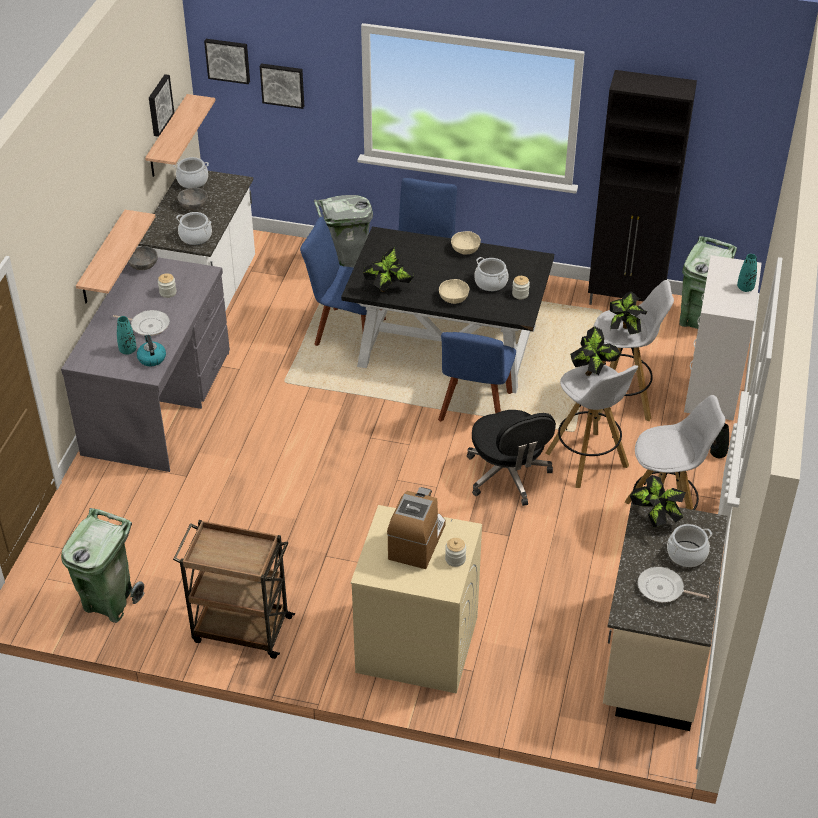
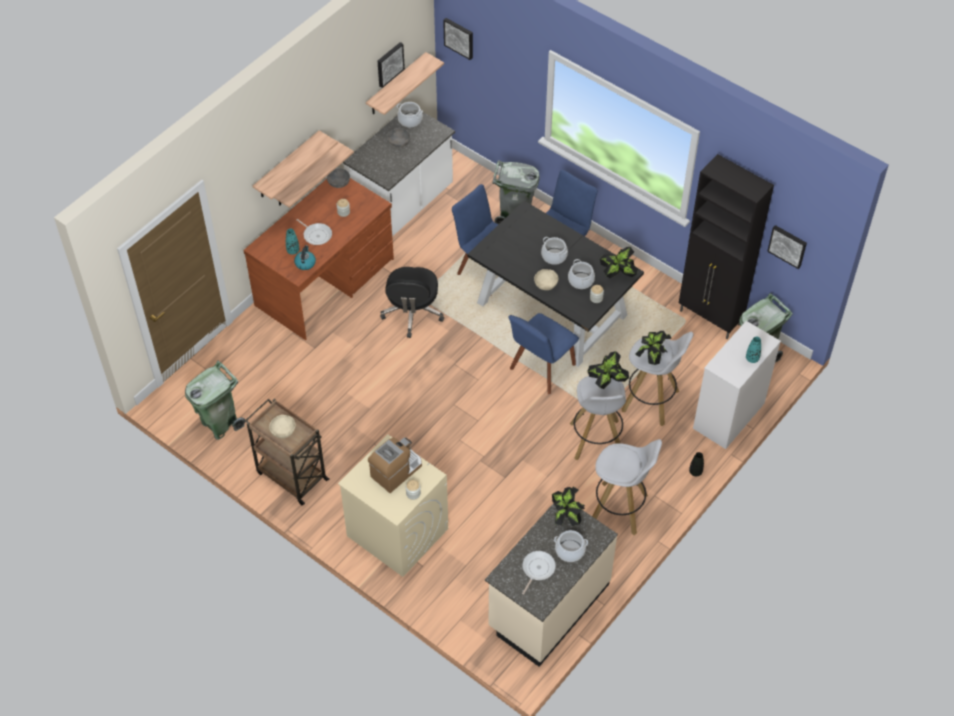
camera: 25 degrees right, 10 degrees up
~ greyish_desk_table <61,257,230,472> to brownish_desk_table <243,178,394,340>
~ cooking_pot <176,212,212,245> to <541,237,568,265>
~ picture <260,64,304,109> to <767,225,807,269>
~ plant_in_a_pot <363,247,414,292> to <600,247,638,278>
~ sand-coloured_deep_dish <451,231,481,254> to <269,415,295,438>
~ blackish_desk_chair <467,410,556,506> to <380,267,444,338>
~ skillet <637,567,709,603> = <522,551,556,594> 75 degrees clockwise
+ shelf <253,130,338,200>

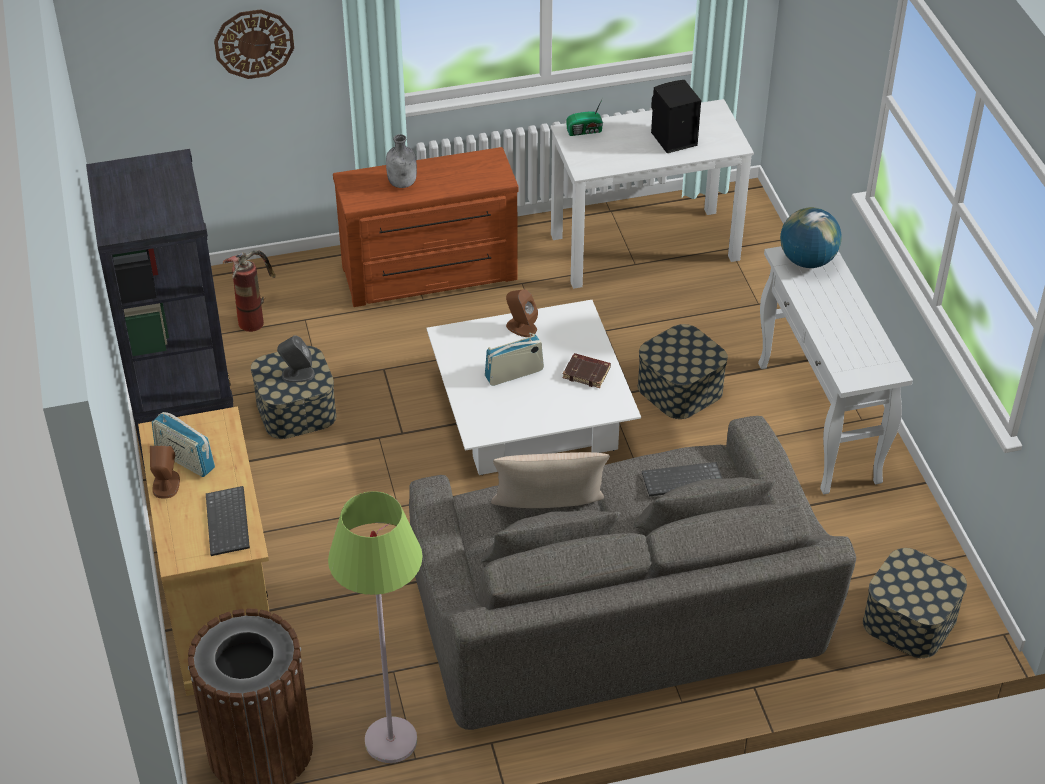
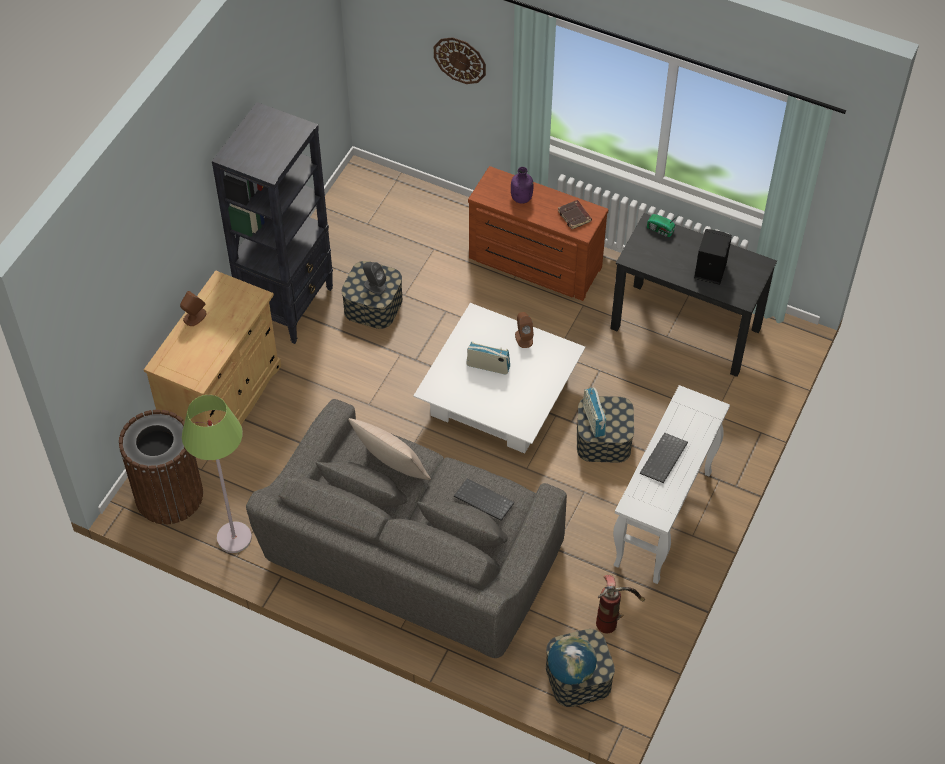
camera: 40 degrees right, 10 degrees up
~ radio_set <152,412,215,477> to <583,387,606,437>
~ PC_keyboard <206,486,250,556> to <640,433,688,483>
~ fire_extinguisher <222,250,276,332> to <596,575,645,634>
~ greyish_beverage_bottle <386,134,417,188> to purple_beverage_bottle <511,167,533,204>
~ whitish_desk_table <550,99,754,289> to blackish_desk_table <610,213,777,377>
~ brownish_bound_book <563,353,611,388> to <558,200,592,230>
~ desk_globe <780,207,842,268> to <548,635,597,685>

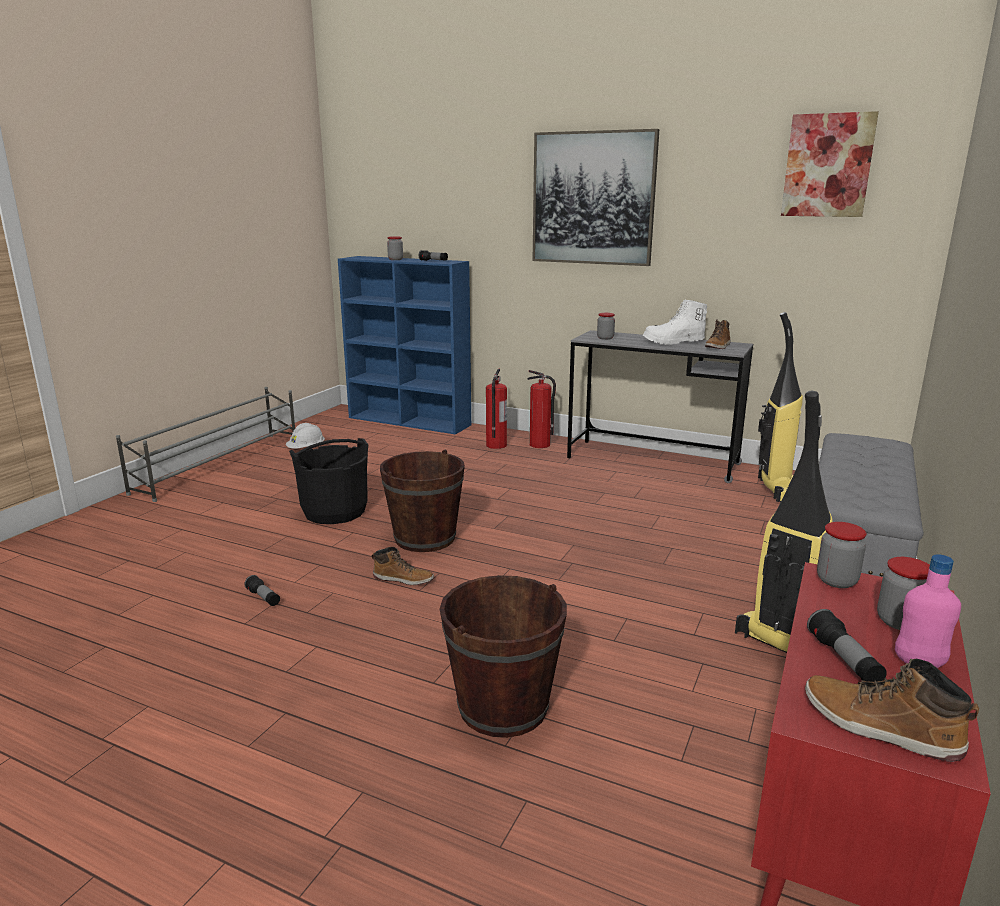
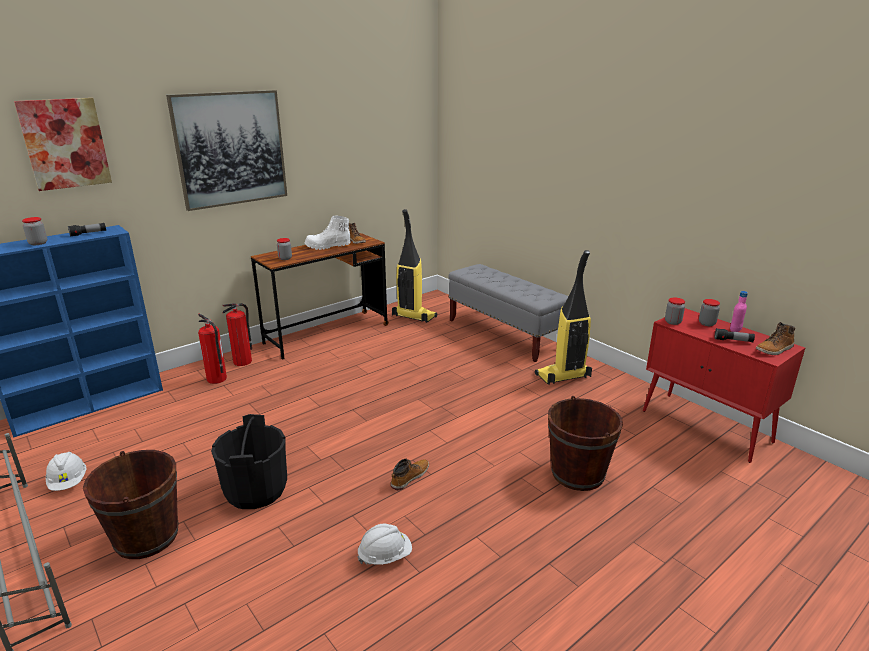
camera: 65 degrees left, 5 degrees up
~ flashlight <244,575,280,606> to whitish_hard_hat <357,523,412,565>
~ brownish_water_bucket <380,450,465,552> to <83,450,178,559>
~ greyish_desk_table <567,330,753,483> to brownish_desk_table <251,233,389,360>
~ whitish_boot <643,300,707,345> = <304,216,351,250> 60 degrees clockwise
~ picture <781,111,879,217> to <14,98,112,191>

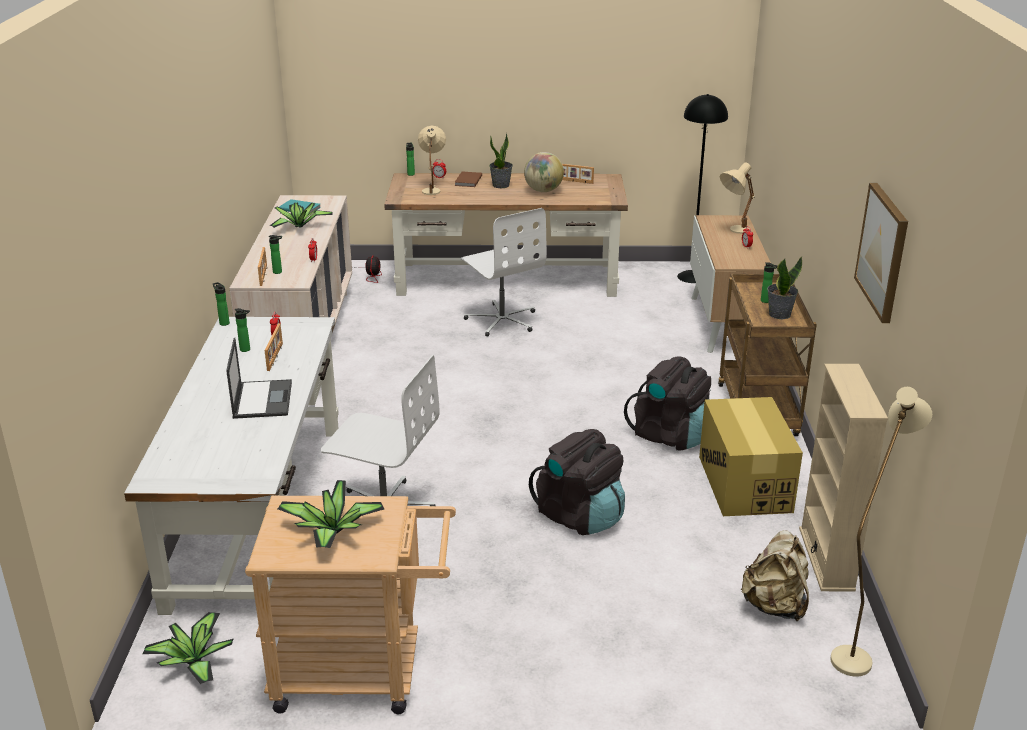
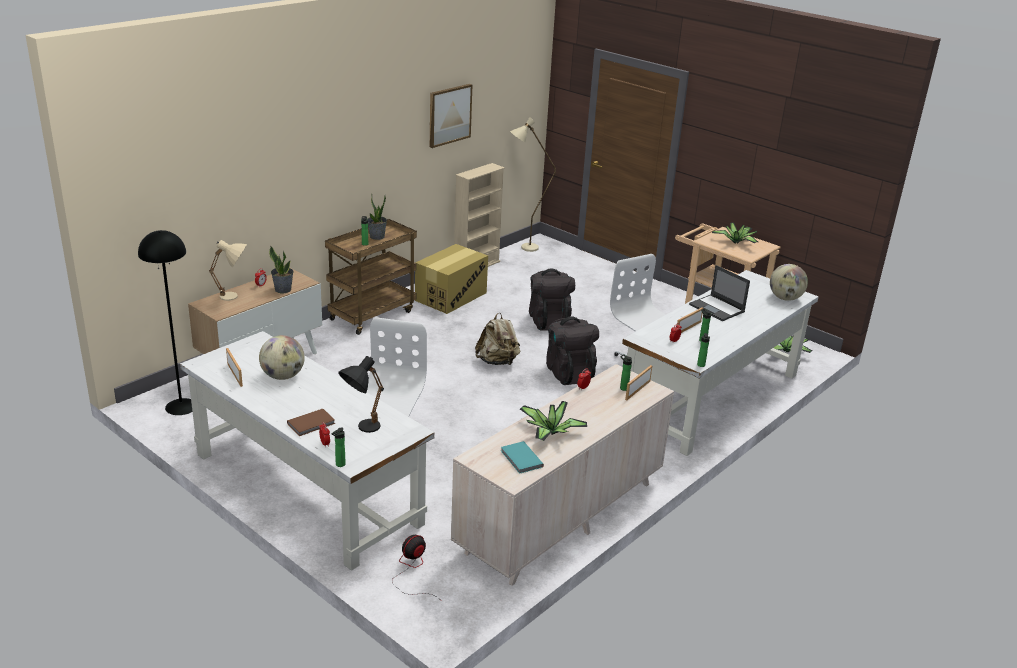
camera: 140 degrees left, 0 degrees up
~ laptop <226,338,292,419> = <689,265,750,321> 75 degrees counterclockwise
~ brownish_desk_table <384,173,628,297> to whitish_desk_table <180,331,435,571>
~ sand-coloured_tabletop_lamp <418,126,446,195> to blackish_tabletop_lamp <338,356,384,433>
~ plant_in_a_pot <489,133,513,188> to <269,245,294,293>
~ blackish_backpack <624,356,711,451> to <546,316,599,385>
~ sand-coloured_backpack <741,530,809,621> to <475,313,520,365>
+ desk_globe <770,264,808,301>

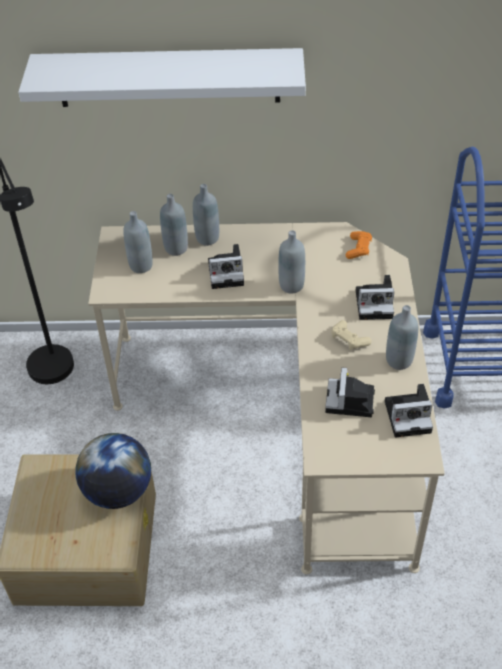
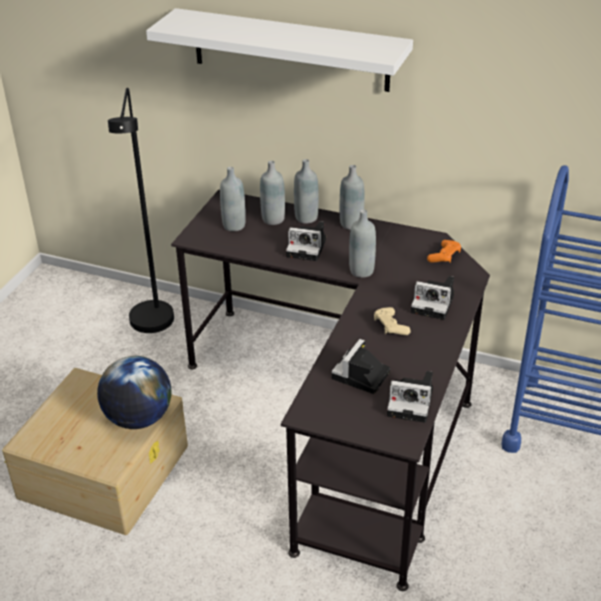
camera: 20 degrees right, 10 degrees down
~ sand-coloured_desk_table <88,222,445,574> to blackish_desk_table <171,190,490,591>
~ greyish_beverage_bottle <386,305,418,370> to <340,165,365,230>

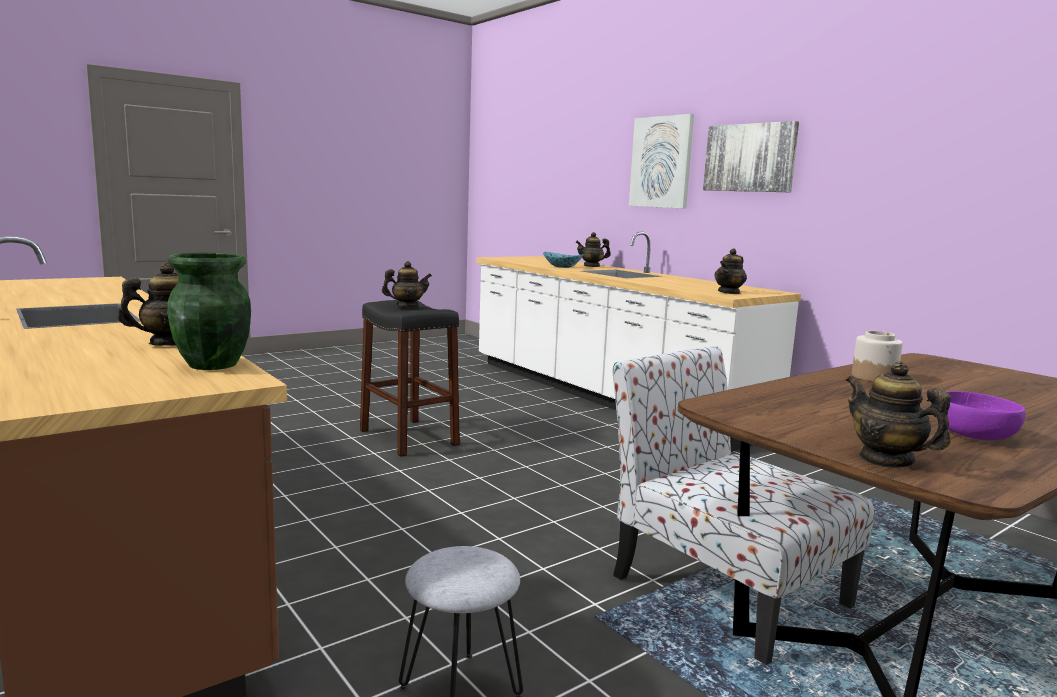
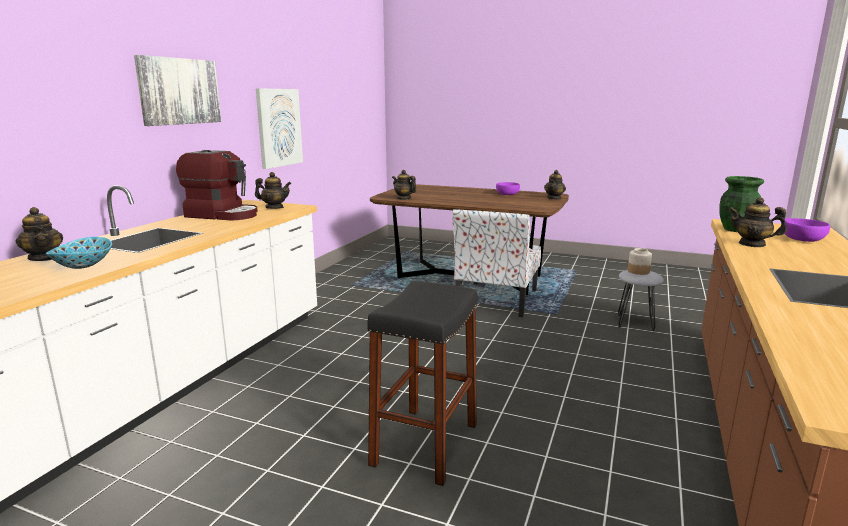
camera: 120 degrees left, 5 degrees up
~ teapot <382,261,432,307> to <392,170,416,200>
~ picture <629,114,694,209> to <256,88,303,169>
~ preserve_jar <852,331,903,382> to <628,248,652,275>
+ coffee_maker <176,150,258,221>
+ purple_deep_dish <785,218,830,242>

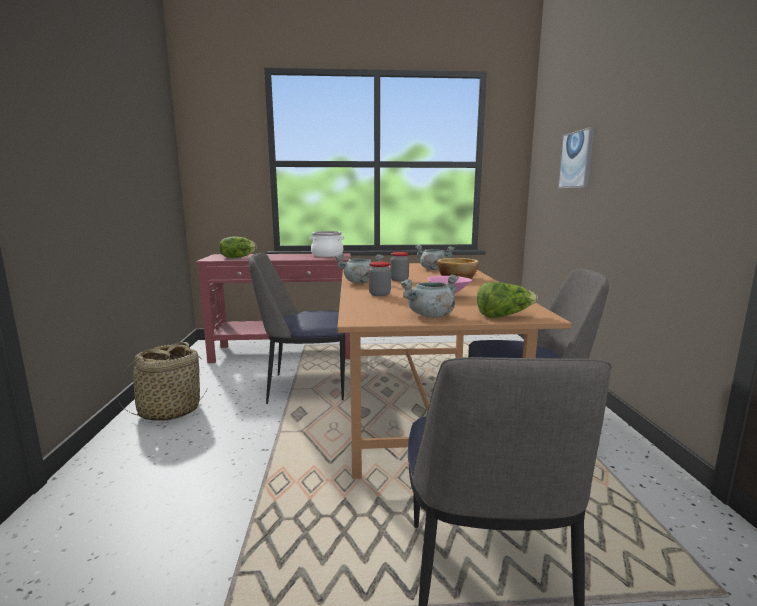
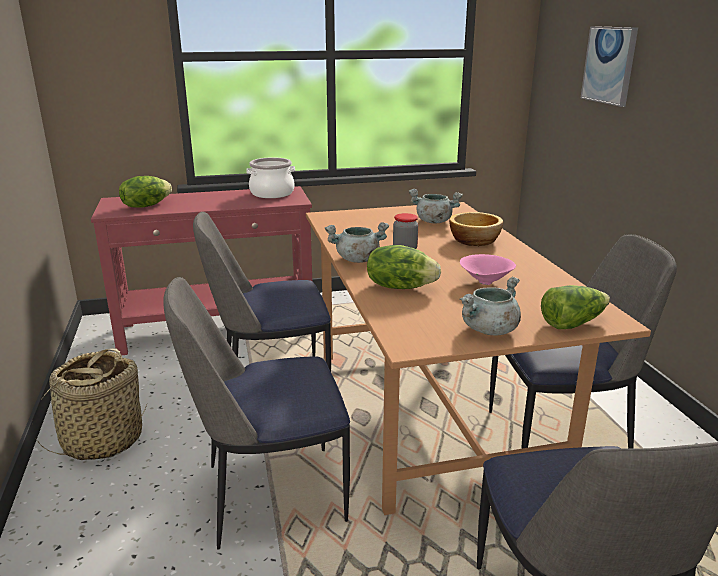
camera: 10 degrees left, 10 degrees up
~ preserve_jar <369,261,391,296> to lettuce_head <367,245,441,289>
+ chair <163,277,350,549>

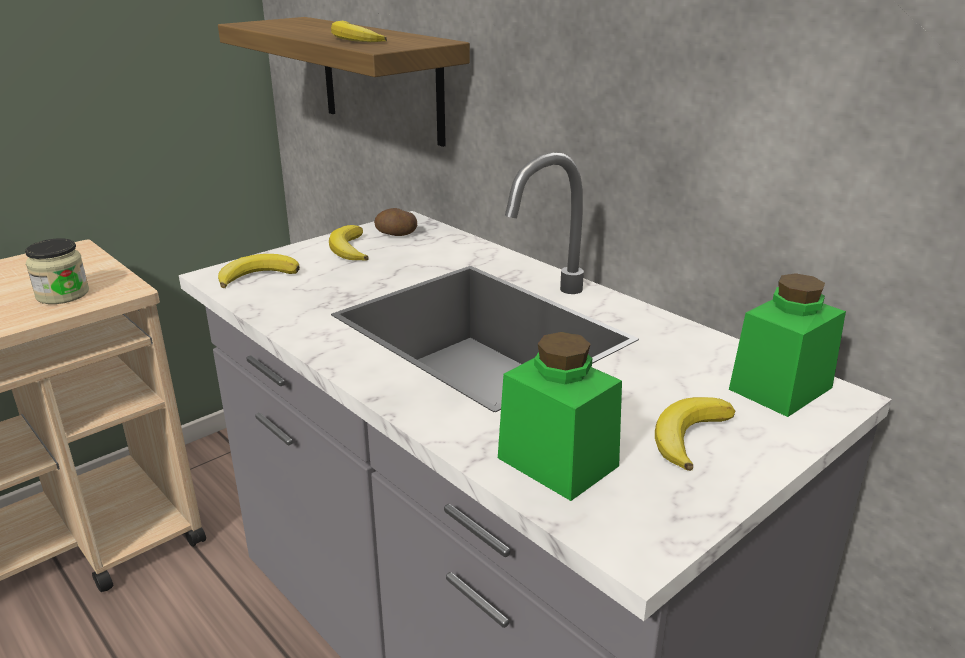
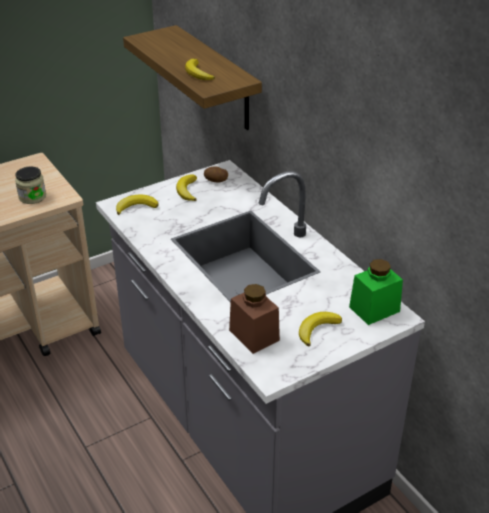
camera: 10 degrees right, 10 degrees up
~ green_preserve_jar <498,332,622,501> to brownish_preserve_jar <229,284,280,354>

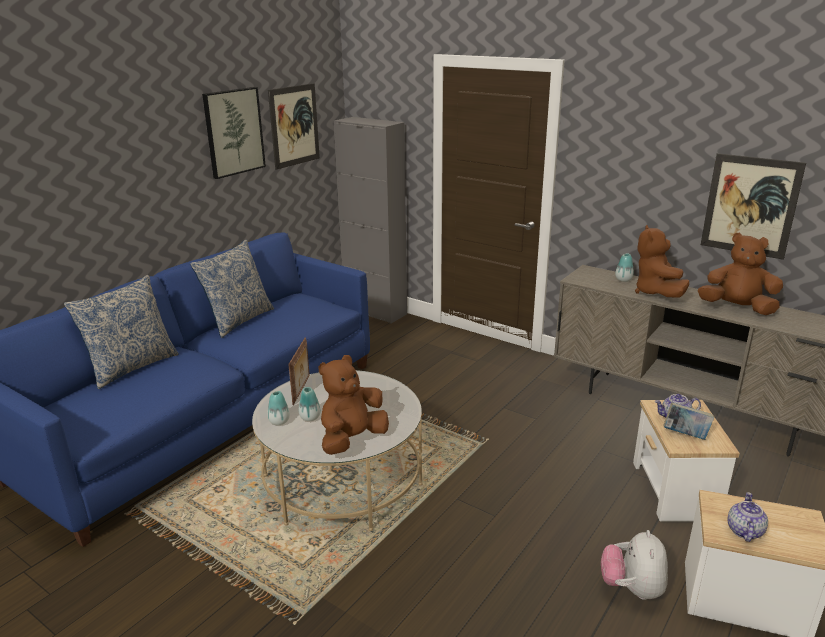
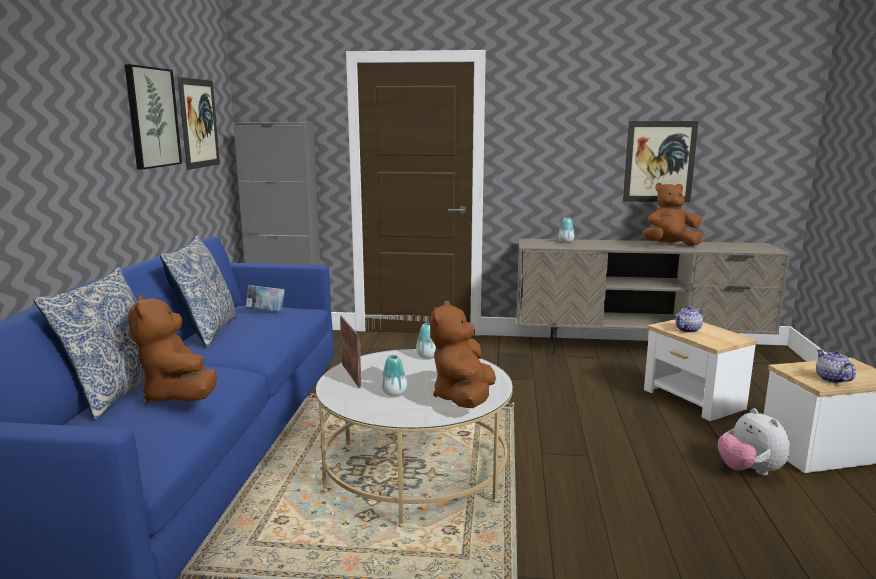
camera: 30 degrees left, 10 degrees down
~ decorative_vase <267,391,290,425> to <416,323,436,359>
~ brownish_soft_toy <635,225,689,298> to <128,295,217,404>
~ bound_book <663,402,714,440> to <246,285,285,312>

